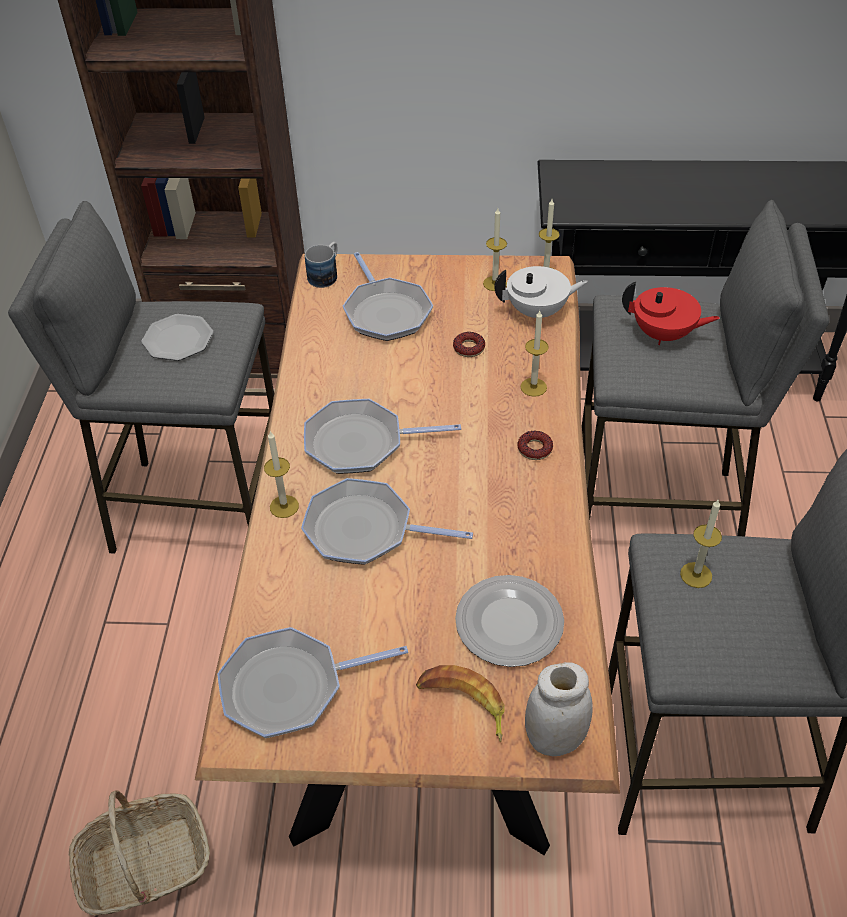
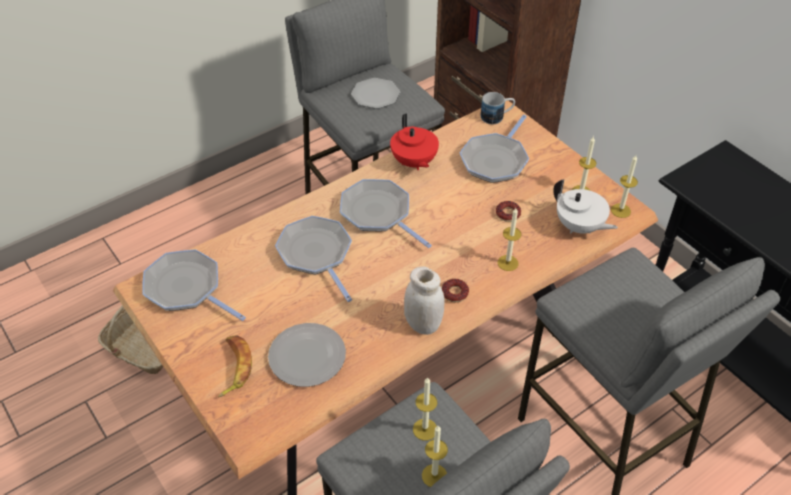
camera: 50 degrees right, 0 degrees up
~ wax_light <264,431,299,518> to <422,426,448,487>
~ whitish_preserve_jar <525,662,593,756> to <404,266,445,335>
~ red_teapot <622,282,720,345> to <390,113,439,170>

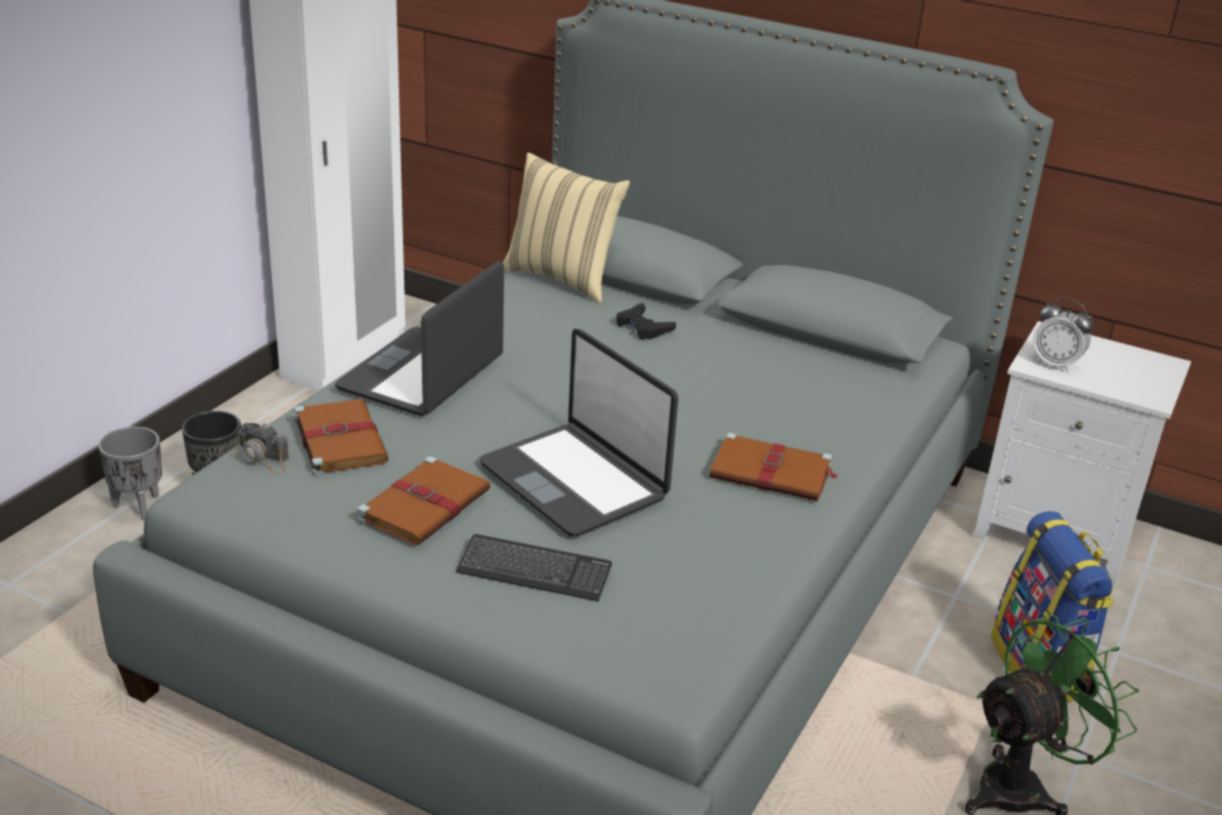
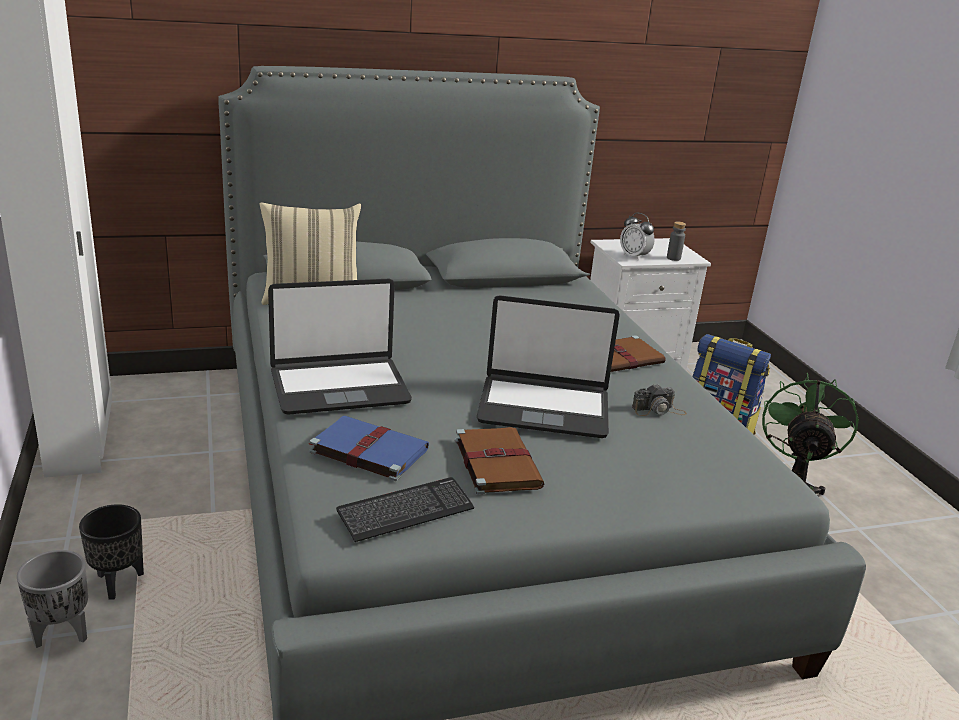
camera: 45 degrees left, 5 degrees down
~ photo_camera <232,423,289,474> to <632,384,687,416>
~ brownish_bound_book <294,399,389,475> to blue-coloured_bound_book <309,416,429,481>
~ laptop <335,261,504,416> = <268,279,412,415> 90 degrees counterclockwise
~ PC_keyboard <456,534,612,601> to <336,477,474,542>
- blackish_game_controller <616,303,676,340>
~ bedside_clock <1033,298,1094,372> = <620,213,655,260> 60 degrees clockwise
+ greyish_beverage_bottle <667,222,686,261>

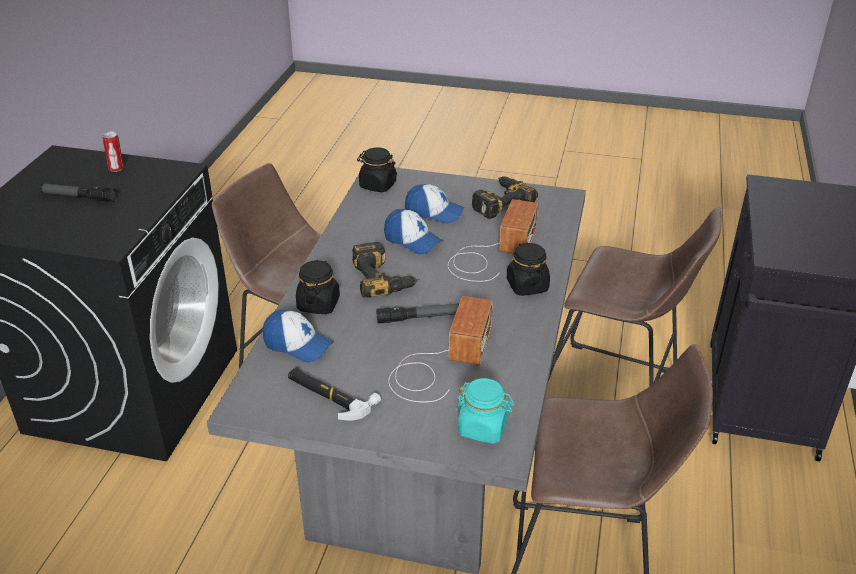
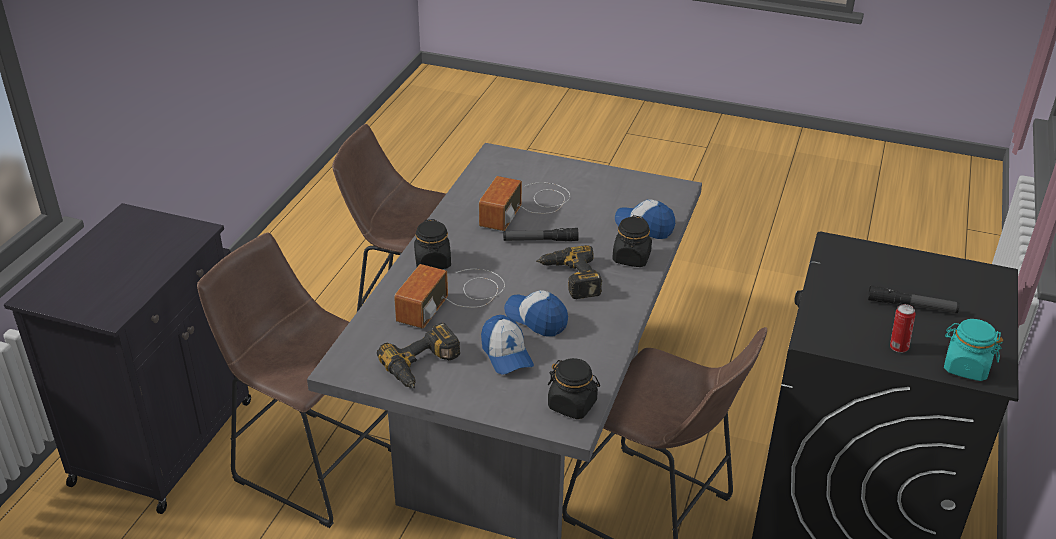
camera: 175 degrees left, 0 degrees up
- tool_hammer <288,367,381,421>
~ baseball_cap <405,184,464,224> = <481,315,534,375> 135 degrees counterclockwise
~ blue-green_preserve_jar <455,378,514,444> to <944,319,1003,381>

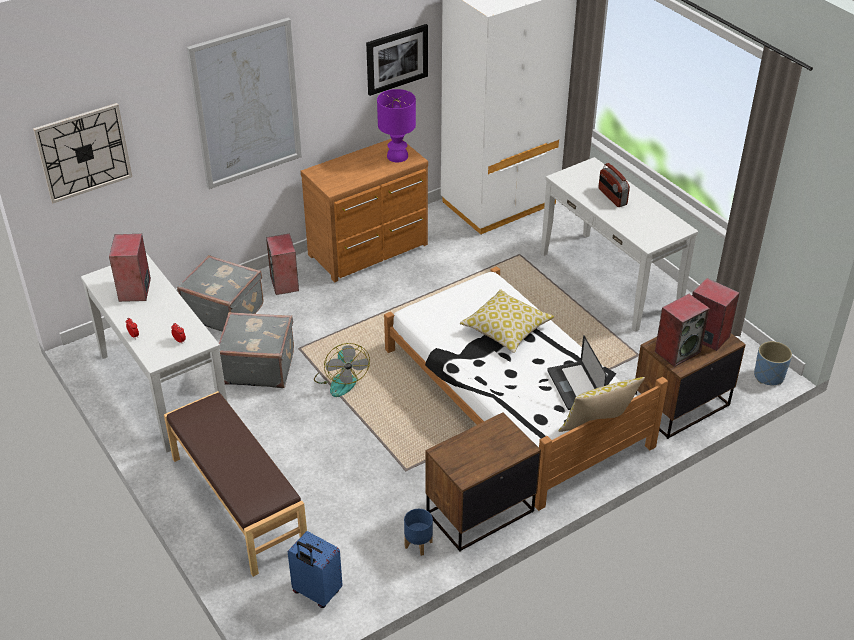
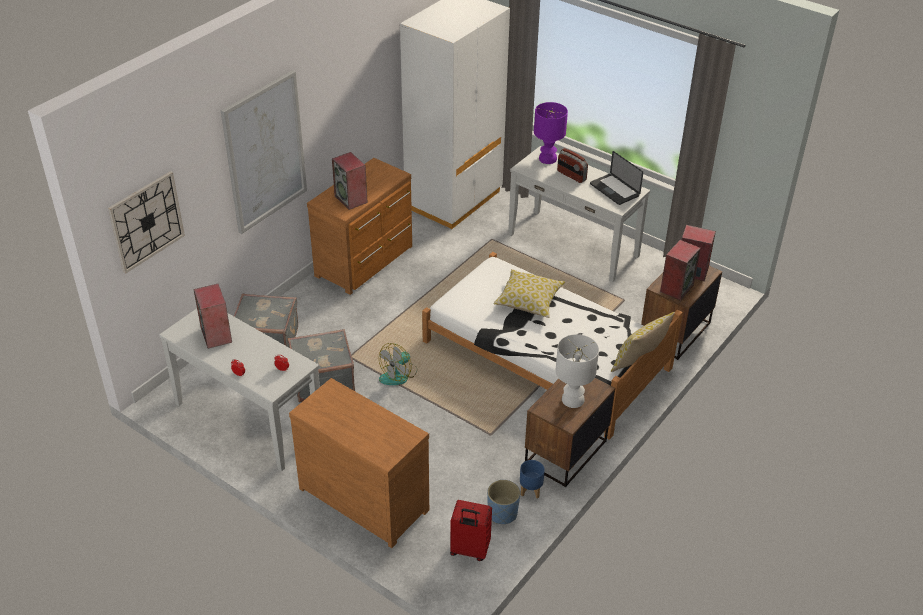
camera: 20 degrees left, 0 degrees up
~ brownish_long_seat <164,391,307,577> to brownish_drawer_chest <289,378,429,548>
~ loudspeaker <266,234,299,295> to <332,152,368,210>
~ blue-coloured_travel_case <288,531,343,608> to red_travel_case <450,500,492,561>
~ electric_fan <314,343,370,397> = <379,343,417,385> 75 degrees clockwise
- picture <366,24,428,96>
~ purple_tabletop_lamp <377,89,416,163> to <534,102,568,164>
~ laptop <547,335,607,410> to <590,151,643,205>
~ blue-coloured_planter <754,341,792,385> to <487,480,520,524>
+ whitish_tabletop_lamp <555,334,599,408>

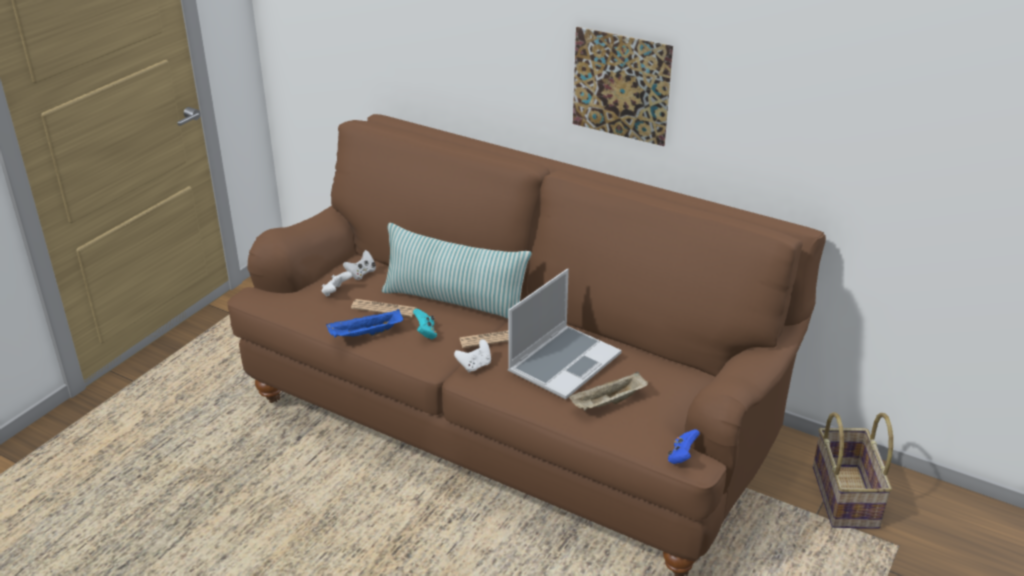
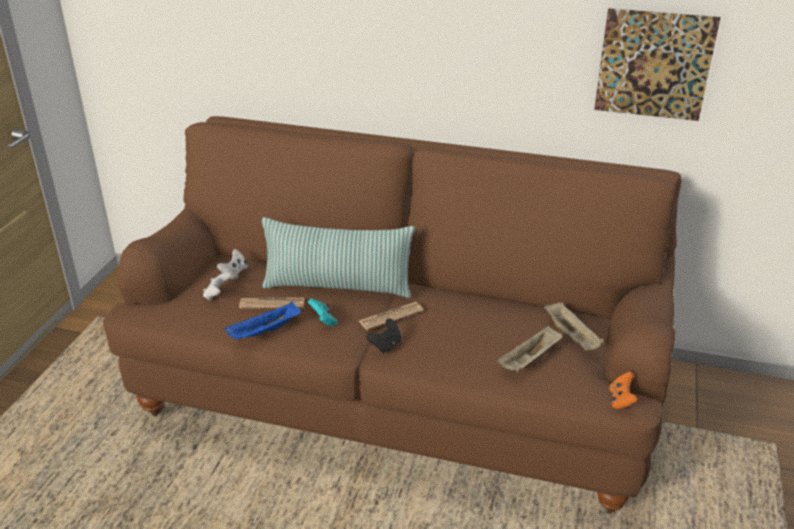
camera: 15 degrees left, 0 degrees up
~ whitish_game_controller <454,339,491,372> to blackish_game_controller <366,318,401,353>
- laptop <508,269,622,399>
~ picture <573,27,673,146> to <594,8,720,121>
~ blue-coloured_game_controller <668,429,700,464> to orange_game_controller <609,372,638,409>
- household_basket <813,412,893,529>
+ sand-coloured_serving_tray <544,302,603,350>

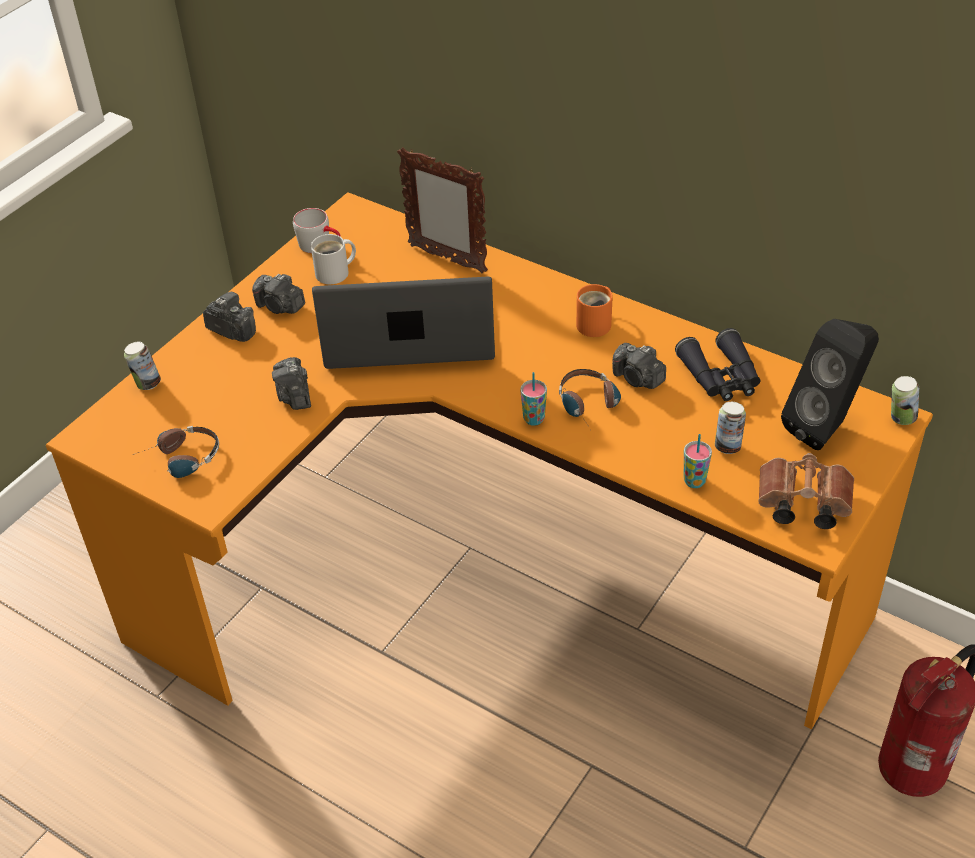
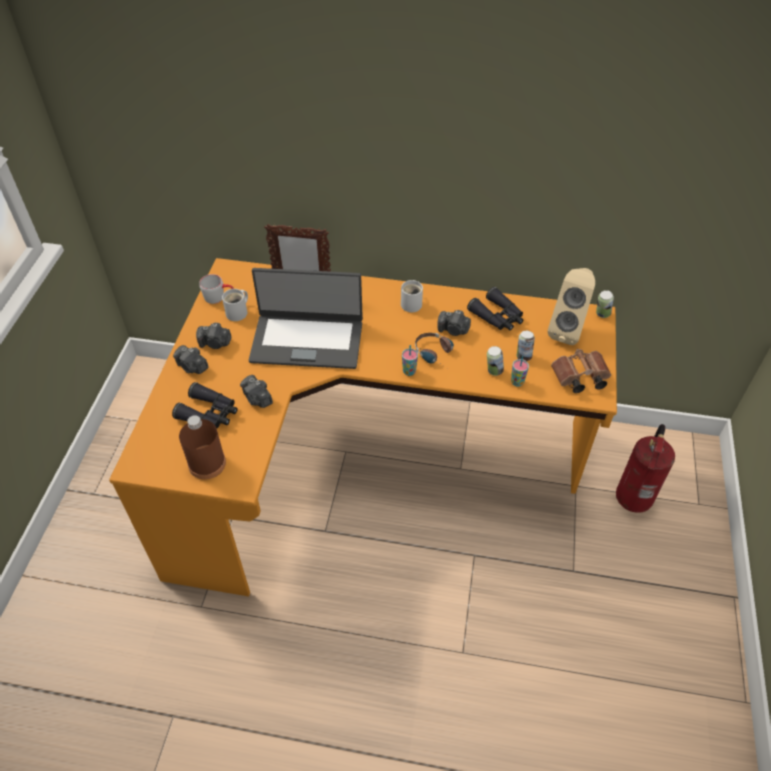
camera: 25 degrees left, 5 degrees up
~ metal_can <124,342,161,390> to <487,346,504,376>
~ headset <133,426,219,478> to brownish_beverage_bottle <179,415,226,479>
~ photo_camera <203,292,256,342> = <173,345,209,374> 150 degrees counterclockwise
~ laptop <312,277,495,369> = <249,268,363,369> 150 degrees counterclockwise
~ orange_tea_mug <576,284,613,337> to whitish_tea_mug <401,280,423,312>
~ blackish_loudspeaker <781,319,879,450> to sand-coloured_loudspeaker <547,268,595,345>
+ blackish_field_glasses <172,382,238,428>

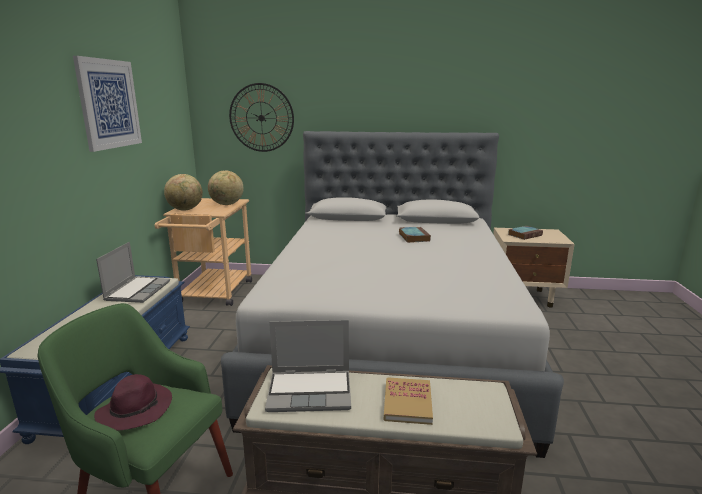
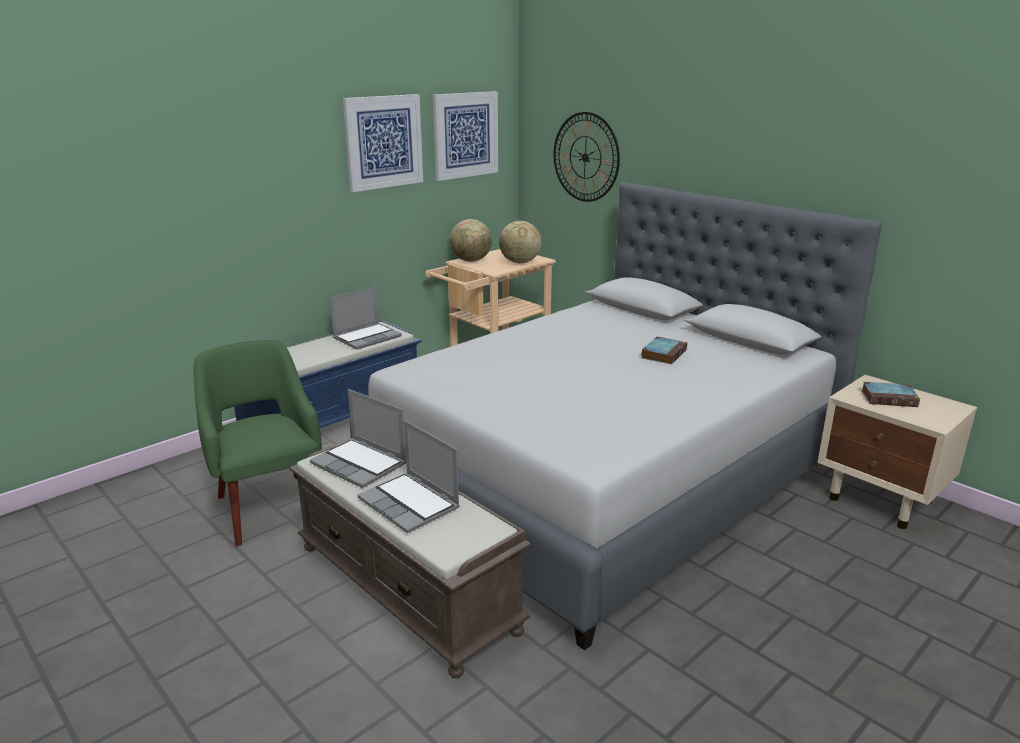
camera: 40 degrees right, 5 degrees up
- purple_hat <94,374,172,431>
~ bound_book <384,377,433,425> to laptop <357,420,460,533>
+ picture <433,91,498,181>

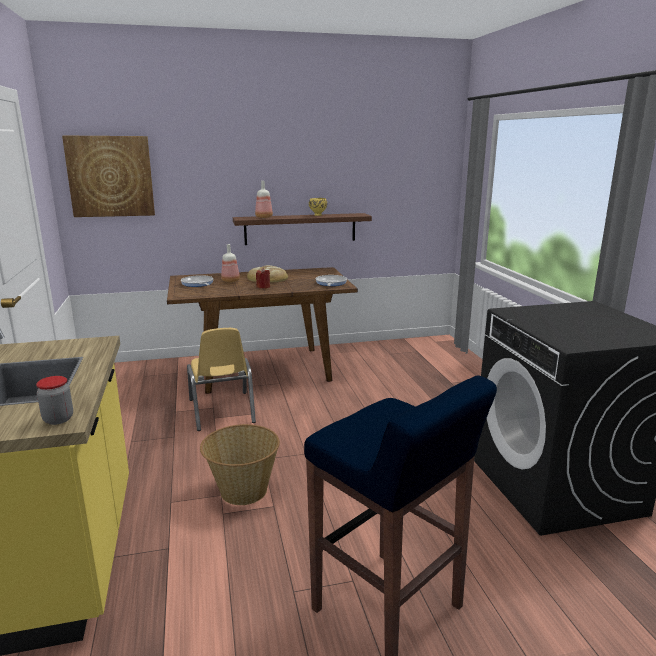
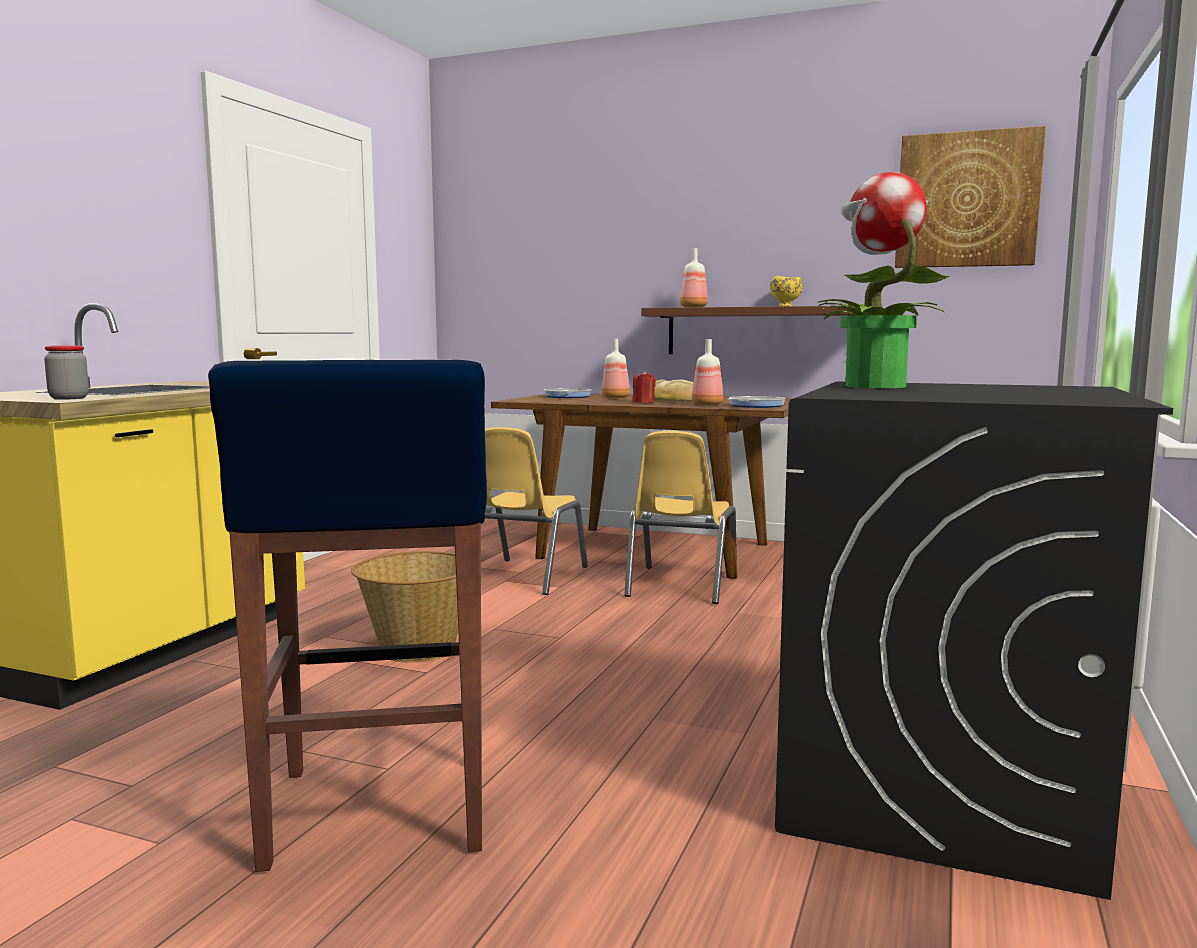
camera: 35 degrees right, 10 degrees down
~ picture <62,136,155,217> to <895,126,1046,268>
+ yellowish_chair <624,431,737,604>
+ beverage_bottle <692,339,723,405>
+ plant_in_a_pot <818,172,950,388>

